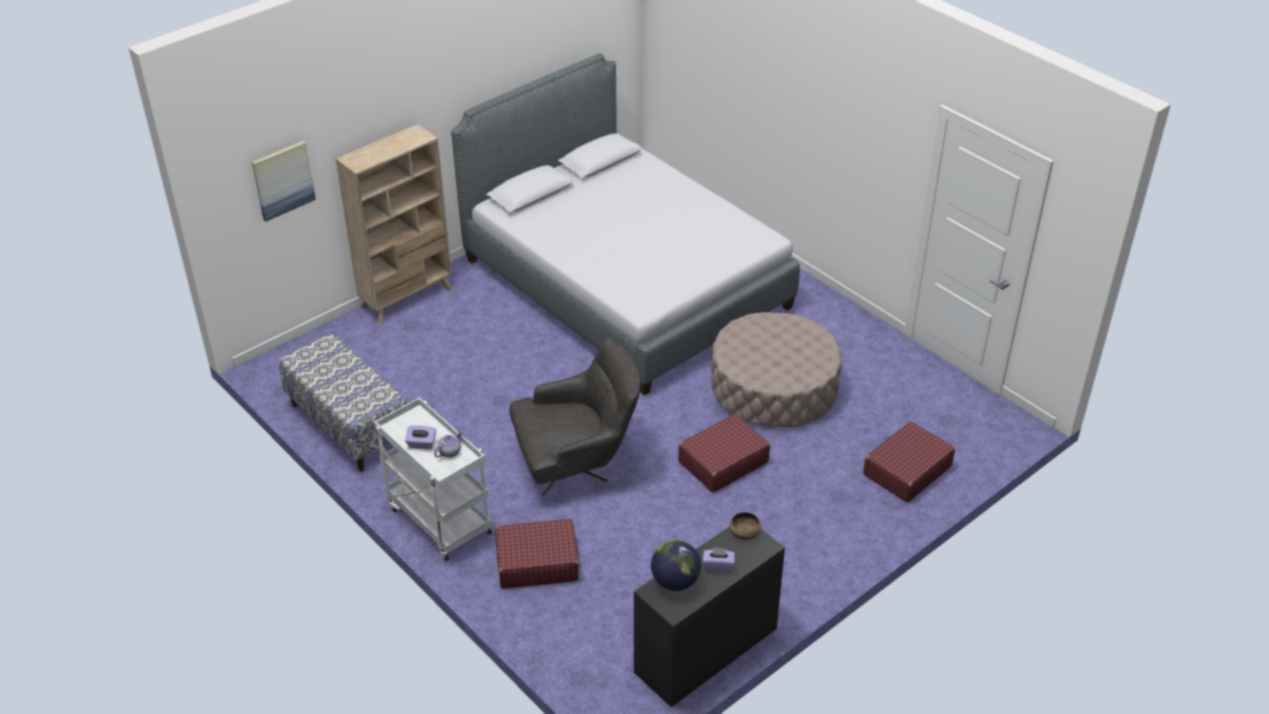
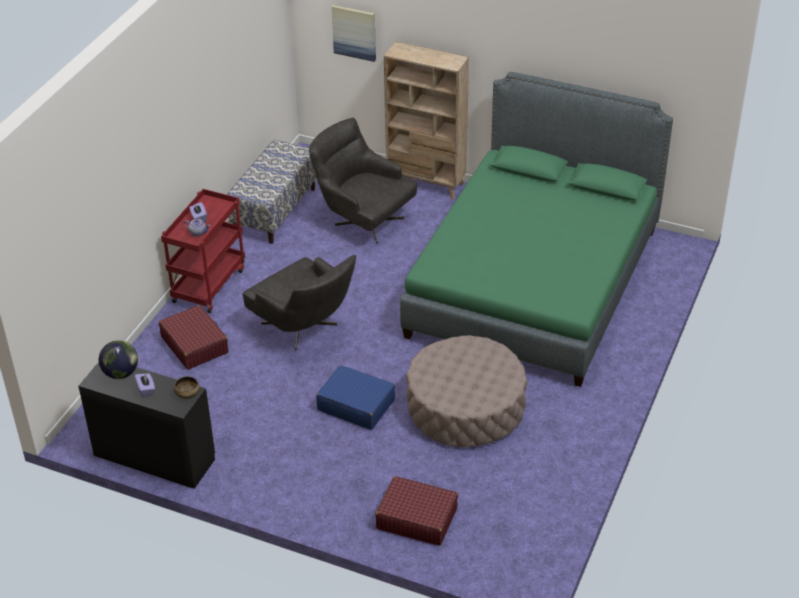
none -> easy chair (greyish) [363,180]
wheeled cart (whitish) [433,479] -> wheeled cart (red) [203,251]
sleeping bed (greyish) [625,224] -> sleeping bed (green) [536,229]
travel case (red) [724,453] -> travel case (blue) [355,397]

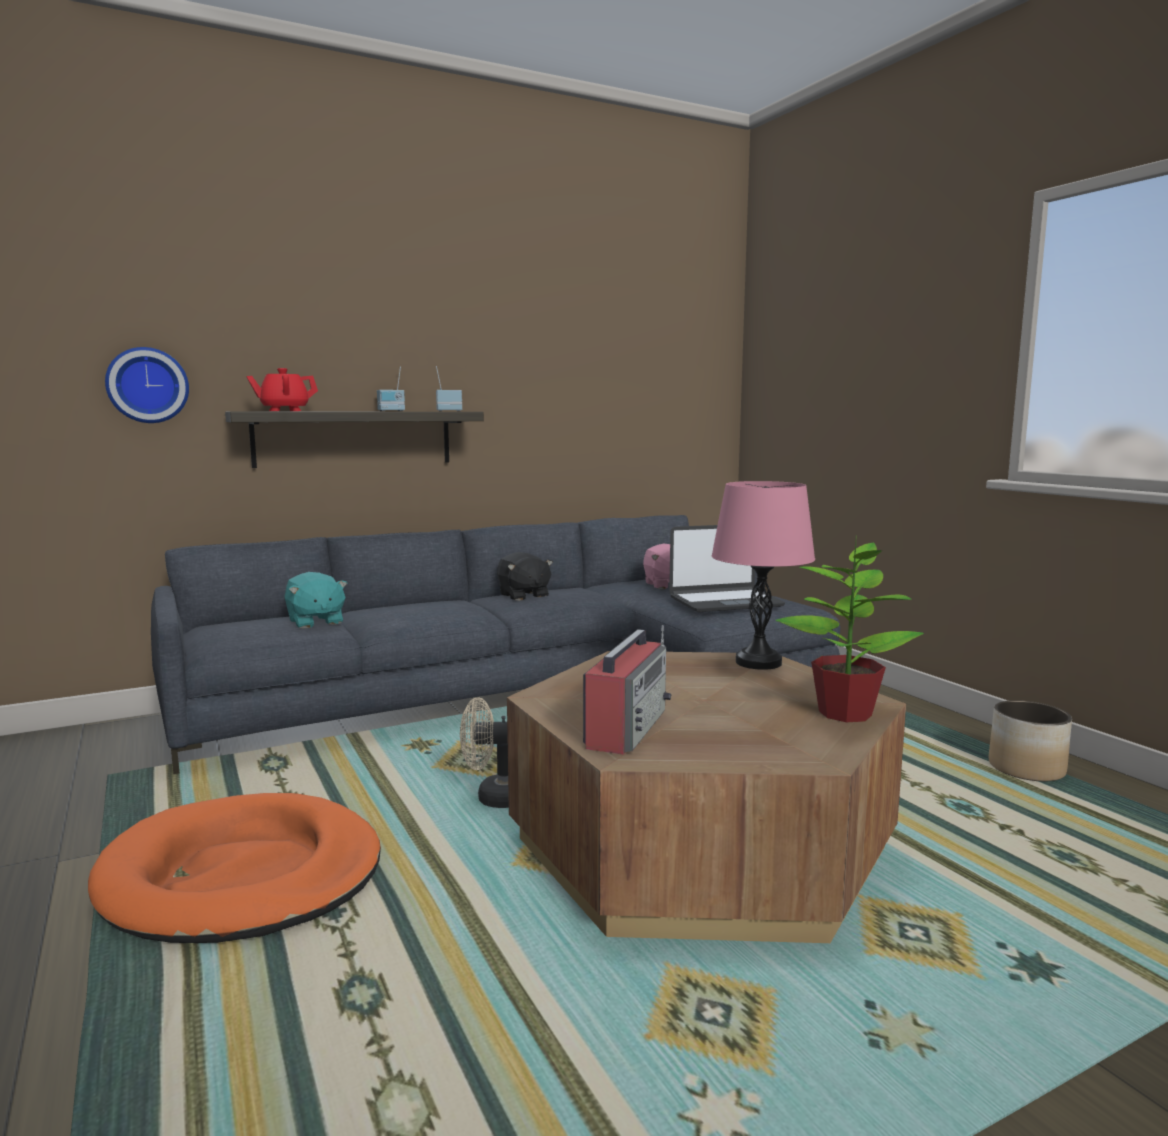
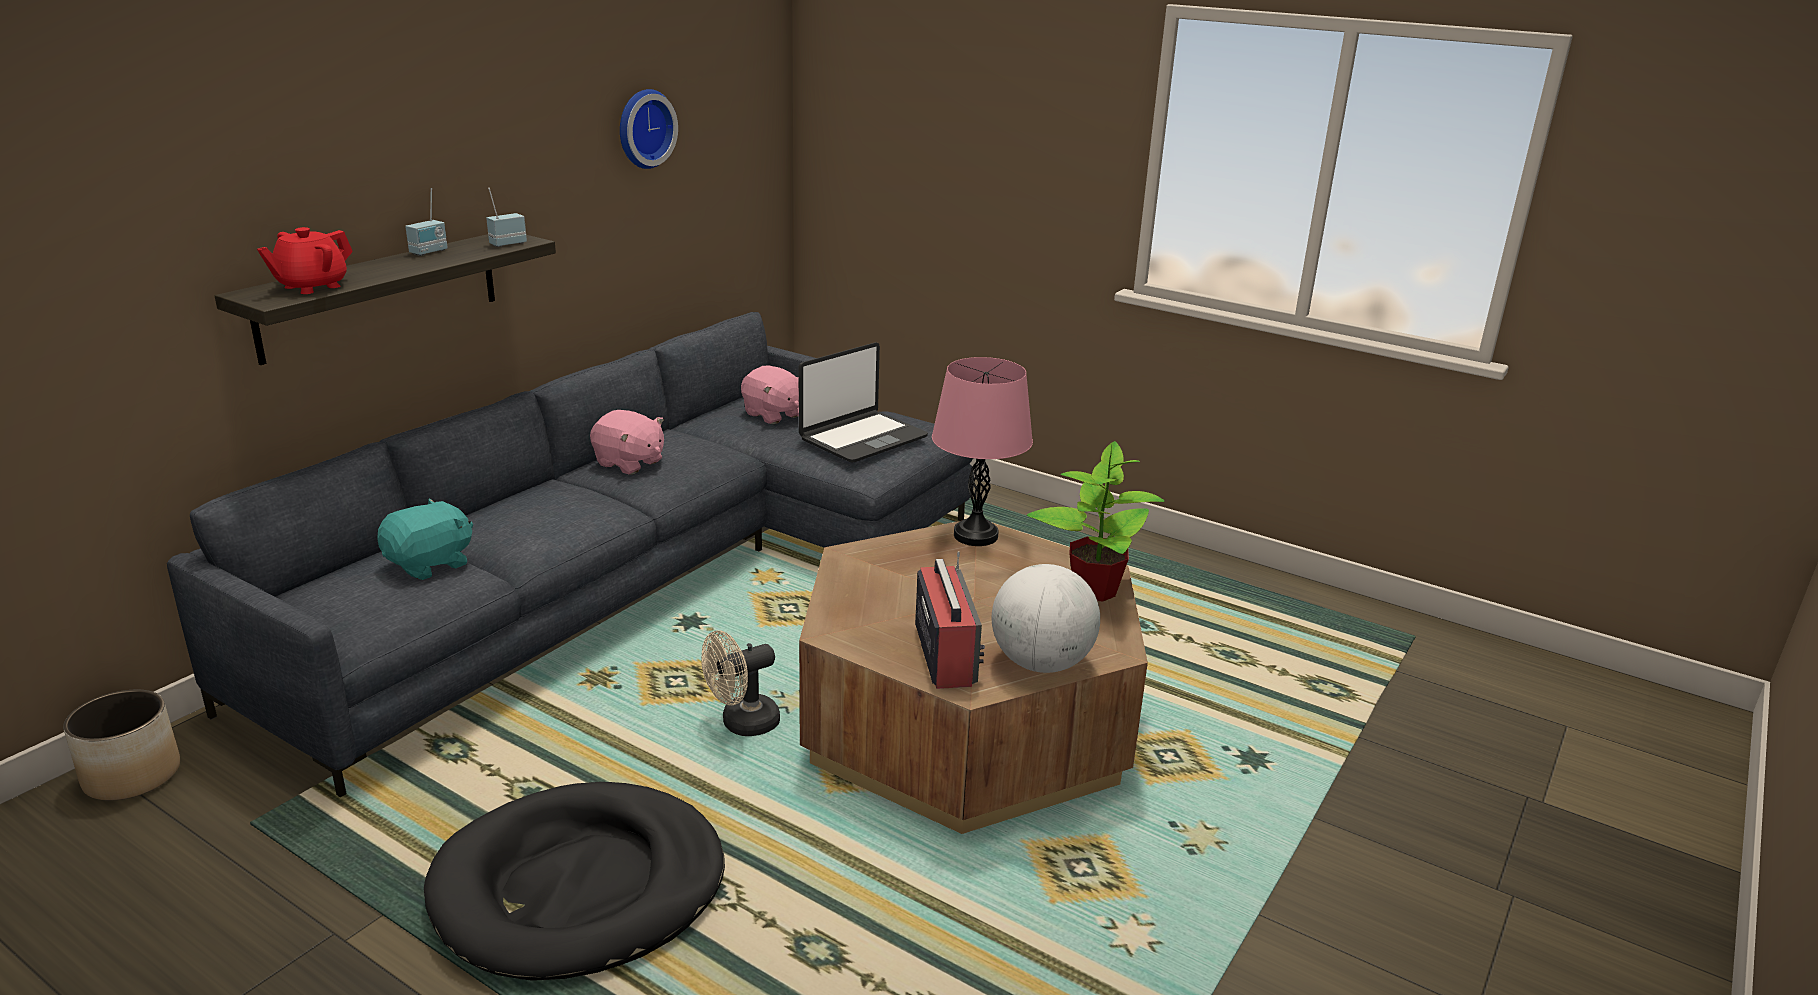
none -> desk globe [1046,618]
wall clock [147,385] -> wall clock [649,129], moved
plant pot [1030,741] -> plant pot [121,745], moved
dog cushion (orange) [234,868] -> dog cushion (black) [574,881]
plush toy (black) [525,576] -> plush toy (pink-coloured) [627,442]
plush toy (blue-green) [316,600] -> plush toy (blue-green) [425,539], 75 degrees counterclockwise

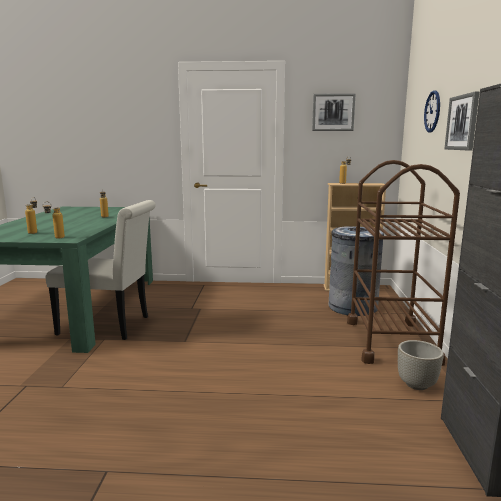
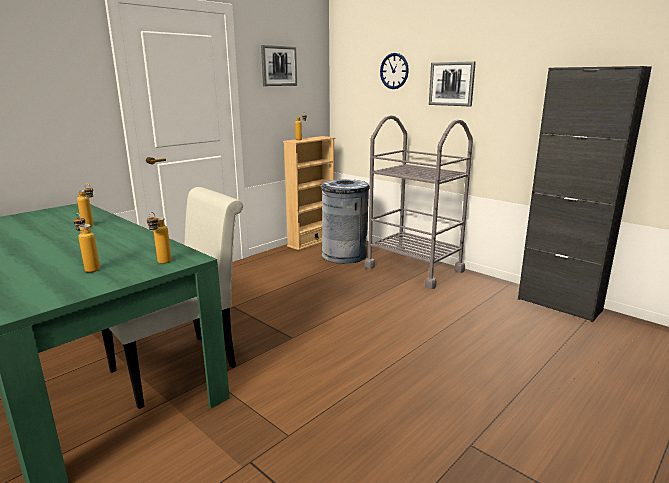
plant pot (greyish) [421,365] -> none
wheeled cart (brownish) [403,263] -> wheeled cart (greyish) [419,202]

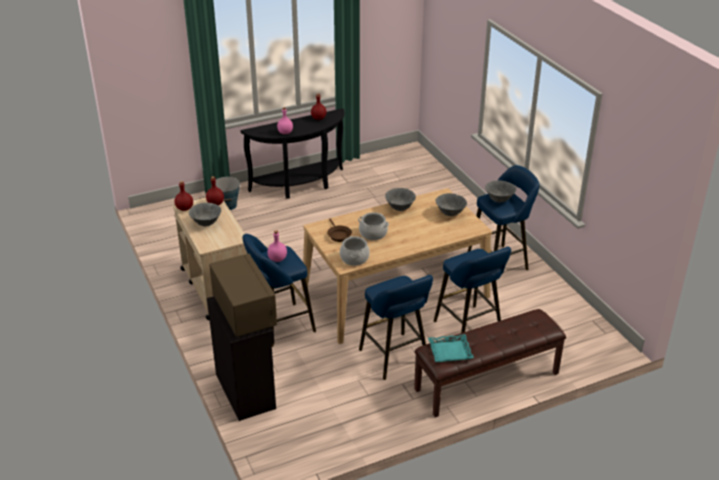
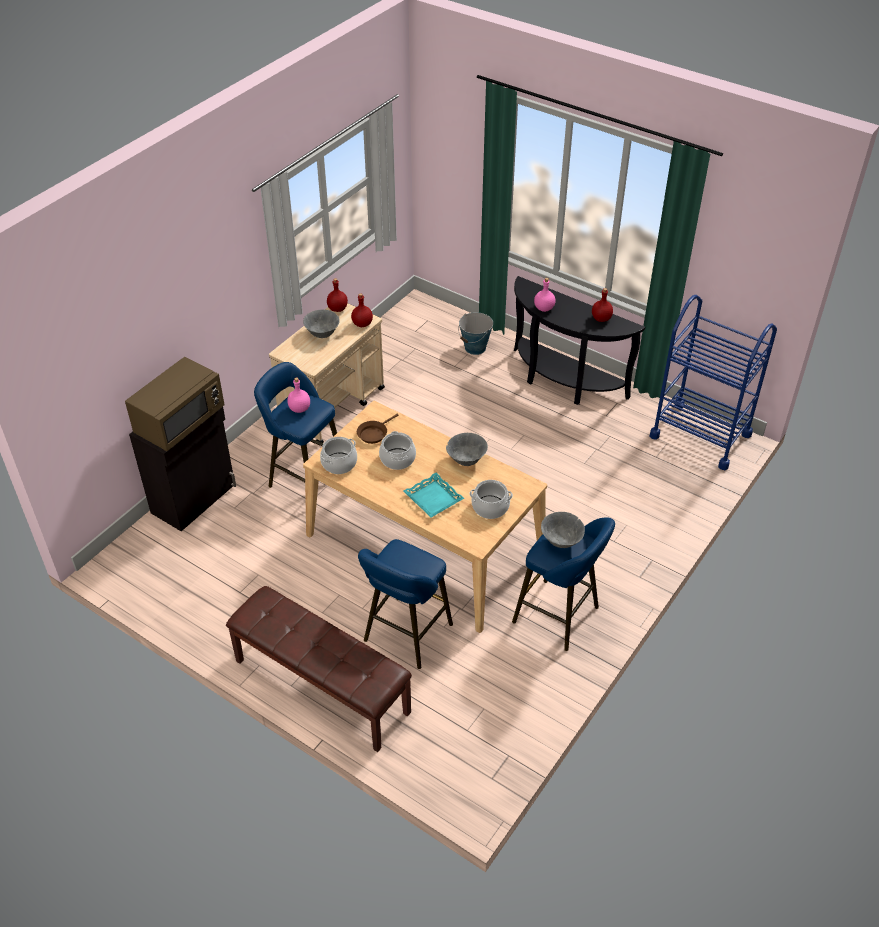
stool seat (blue) [396,327] -> none
none -> wheeled cart (blue) [713,382]
carrying tray (blue-green) [451,348] -> carrying tray (blue-green) [433,495], moved
serving bowl (greyish) [451,204] -> cooking pot [491,499]

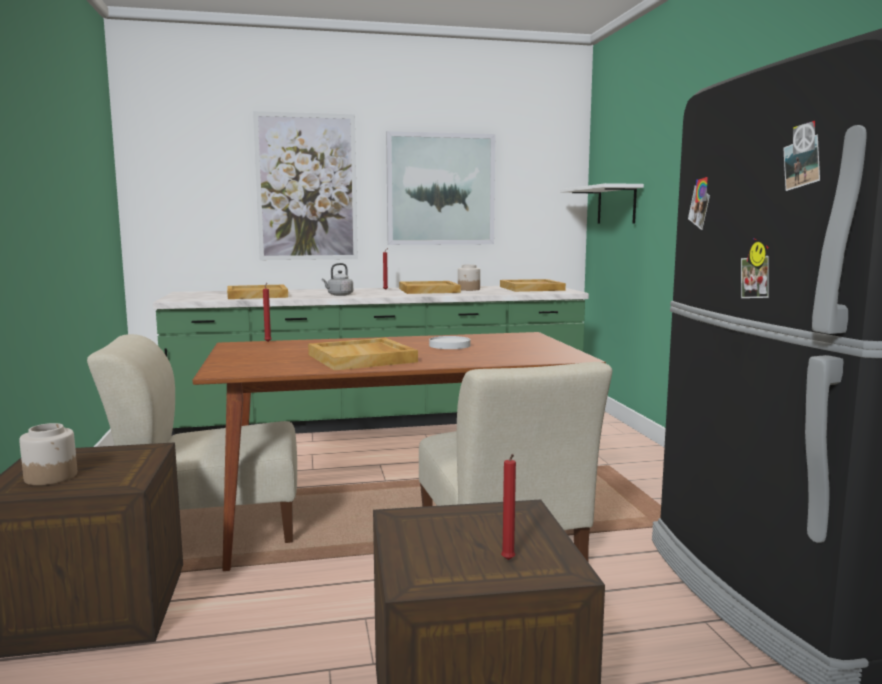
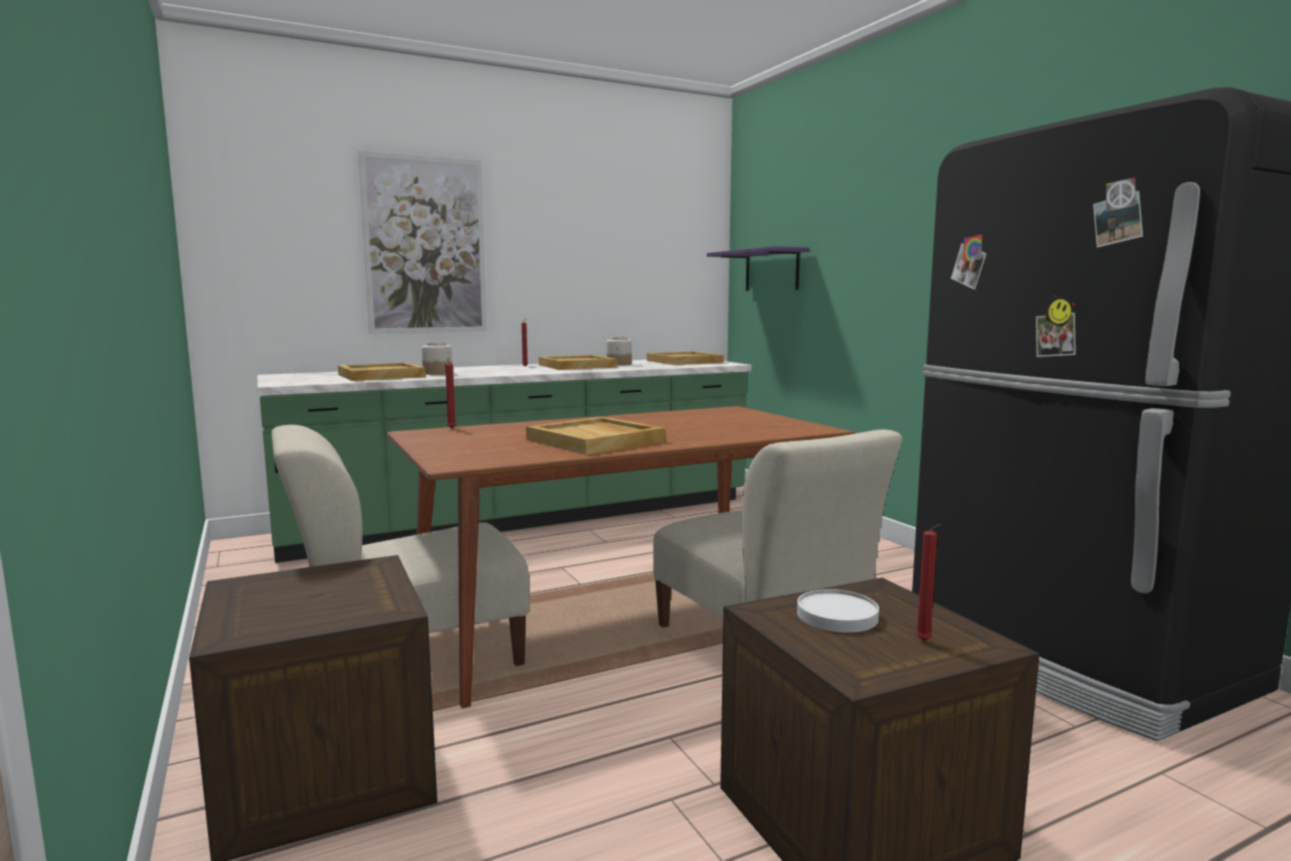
kettle (greyish) [337,279] -> none
picture [440,188] -> none
jar [48,454] -> jar [437,358], moved
flat dish (whitish) [450,342] -> flat dish (whitish) [838,611], moved
shelf (whitish) [602,203] -> shelf (purple) [758,268]

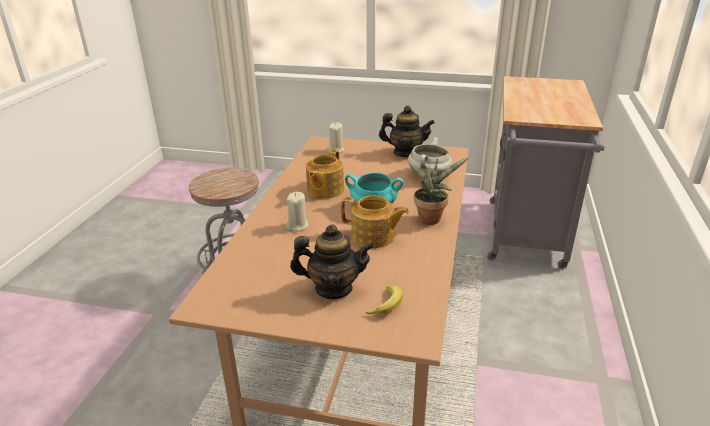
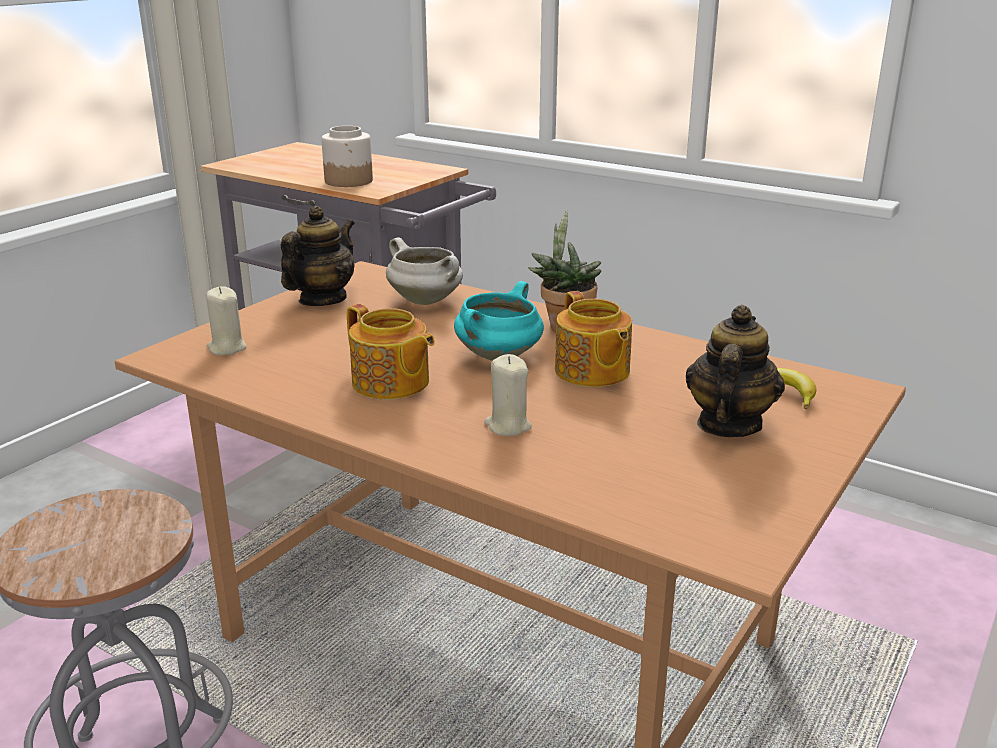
none -> jar [347,156]
tea pot [375,221] -> tea pot [593,339], 120 degrees clockwise

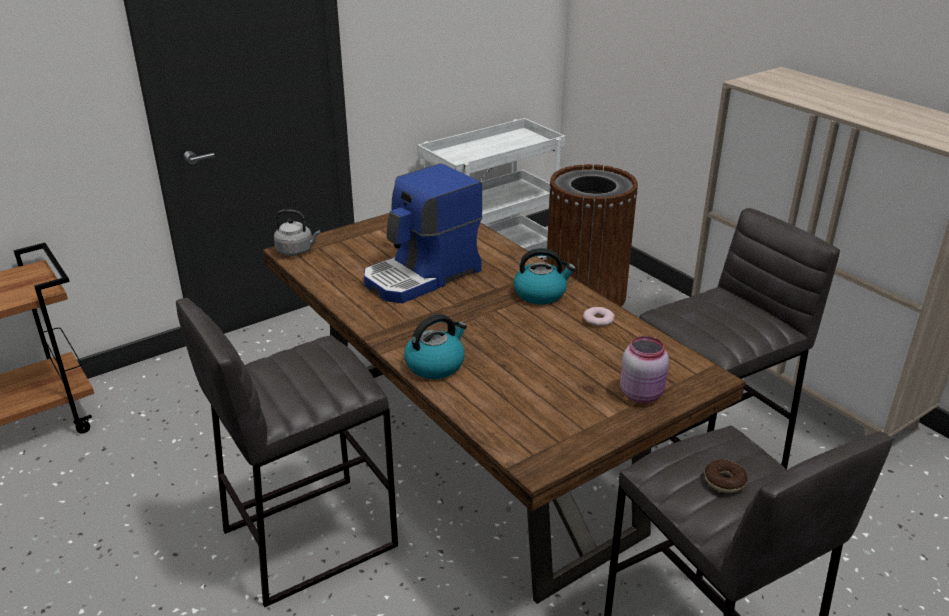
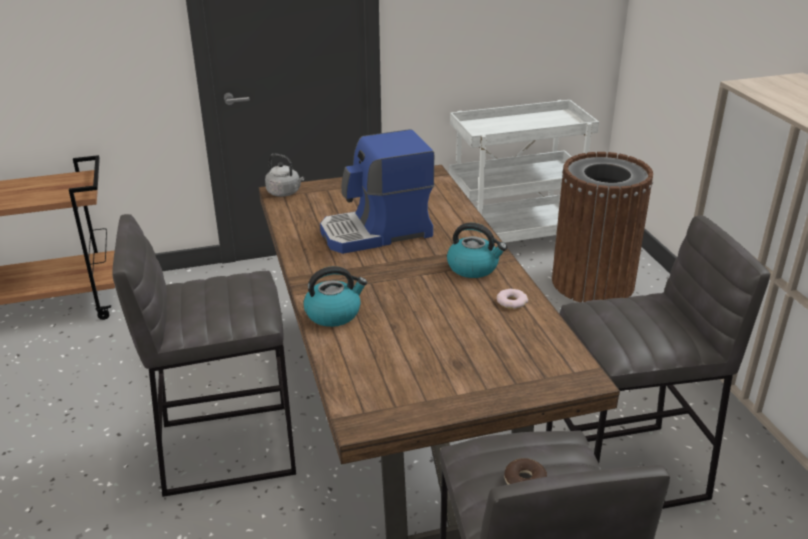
jar (pink-coloured) [644,369] -> none

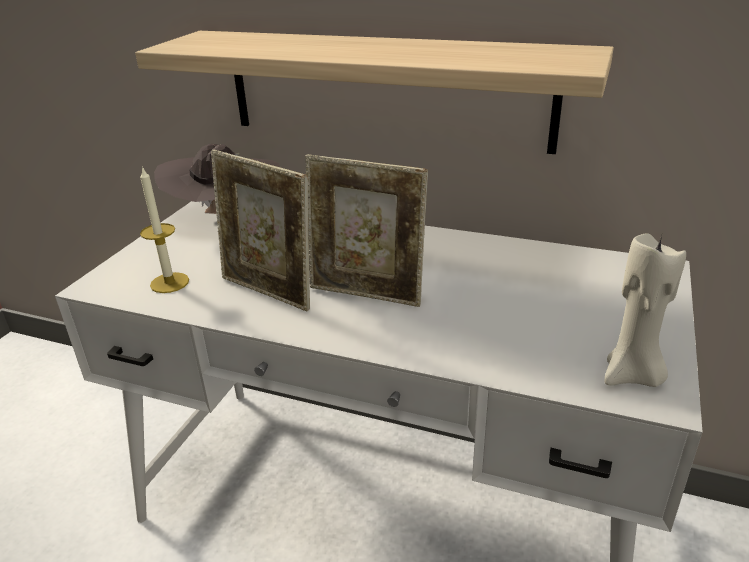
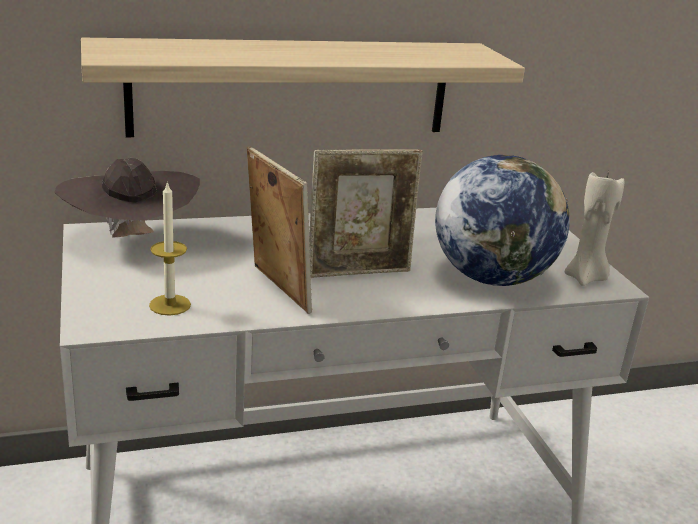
none -> desk globe [502,220]
picture frame [260,230] -> picture frame [279,230], 120 degrees counterclockwise

